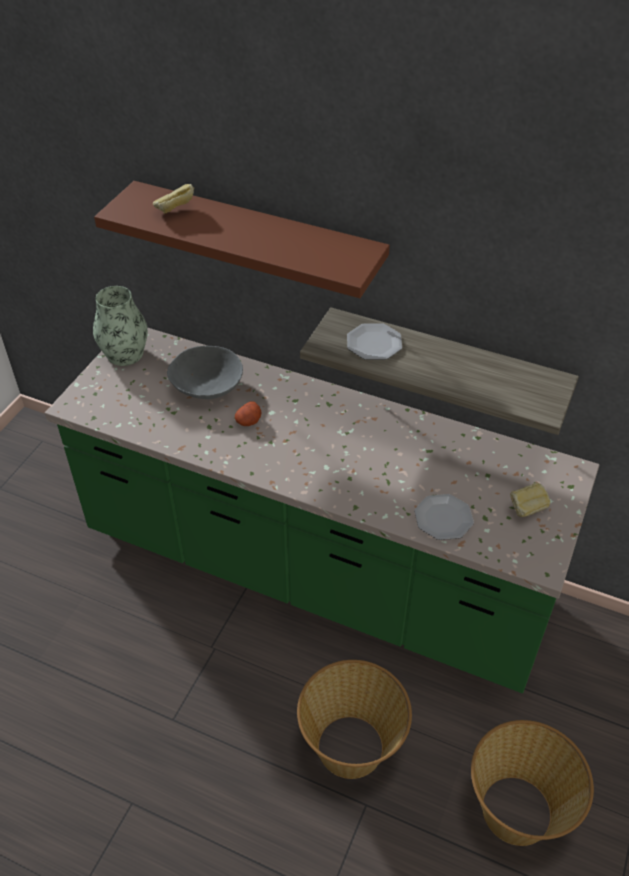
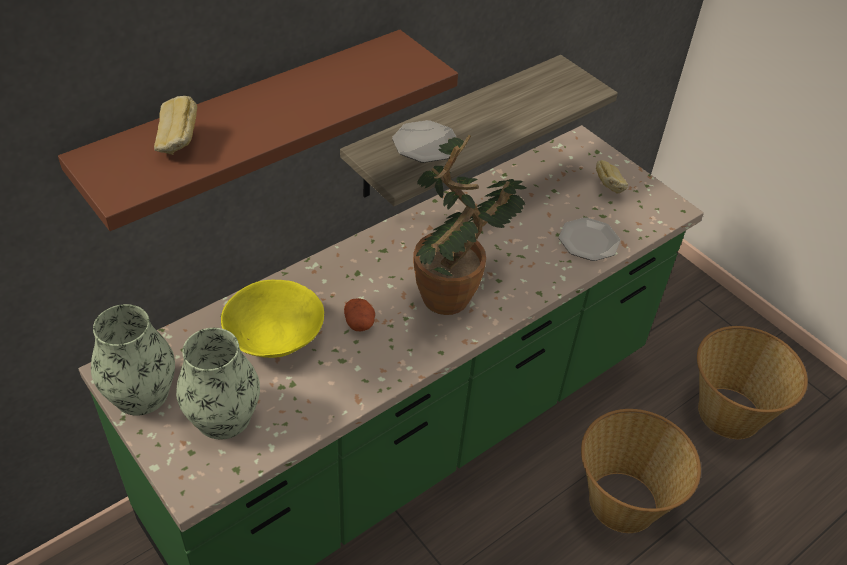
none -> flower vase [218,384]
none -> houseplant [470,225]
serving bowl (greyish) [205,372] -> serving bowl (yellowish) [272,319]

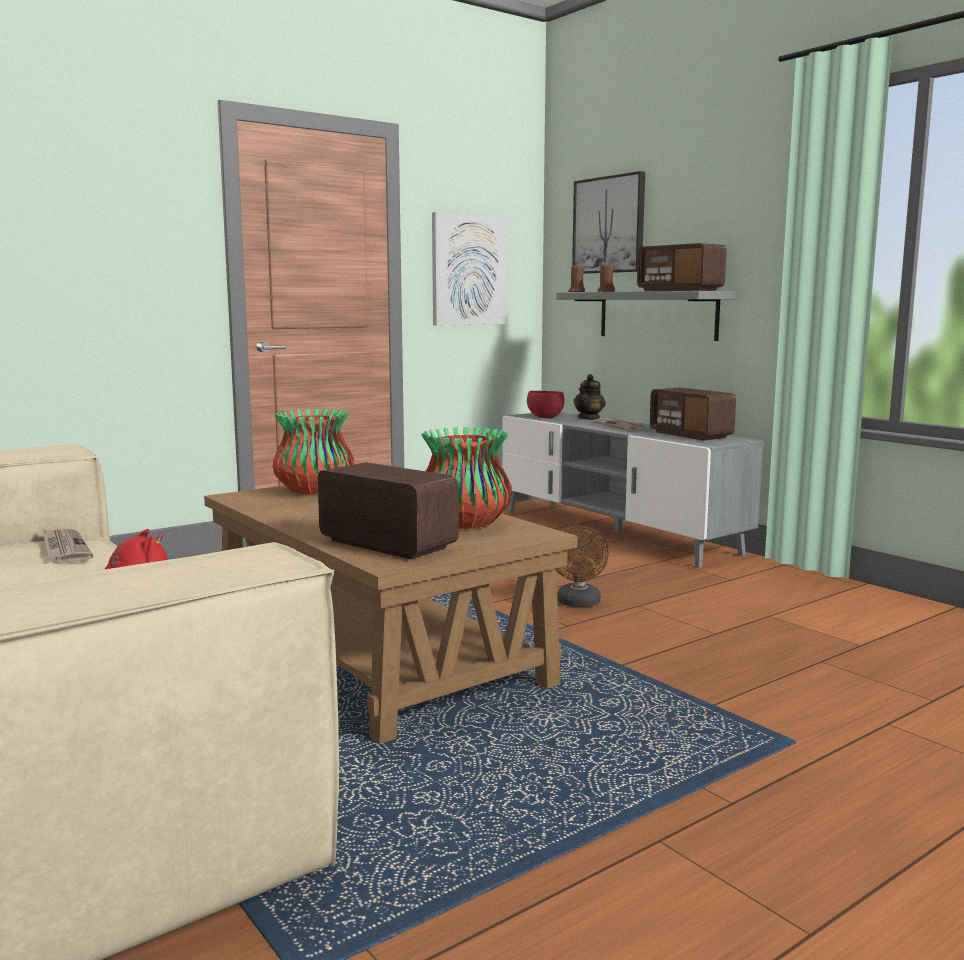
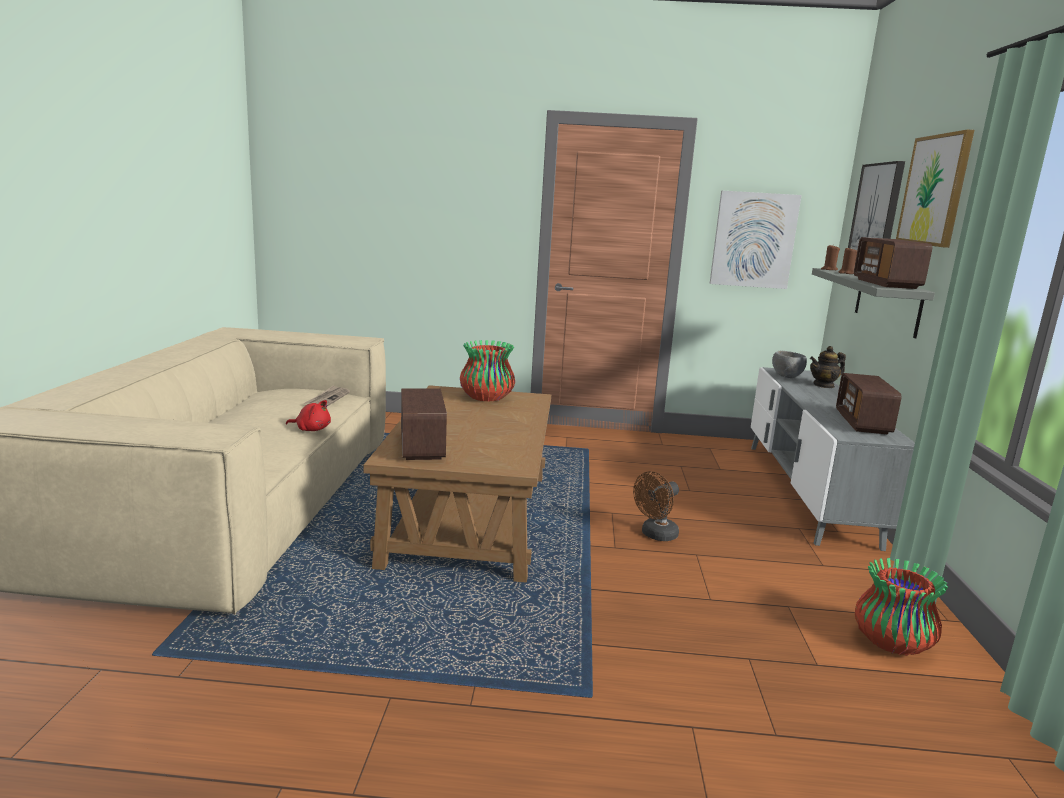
newspaper [619,424] -> none
none -> picture [935,189]
flower vase [467,478] -> flower vase [901,607], moved
serving bowl (red) [546,404] -> serving bowl (greyish) [789,364]

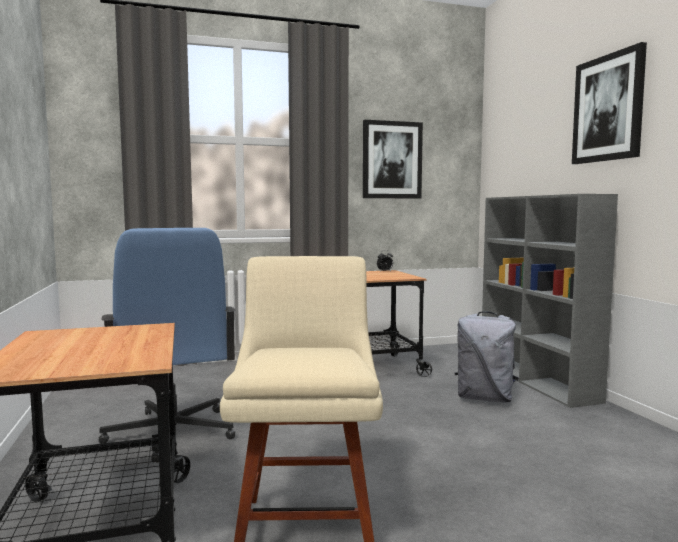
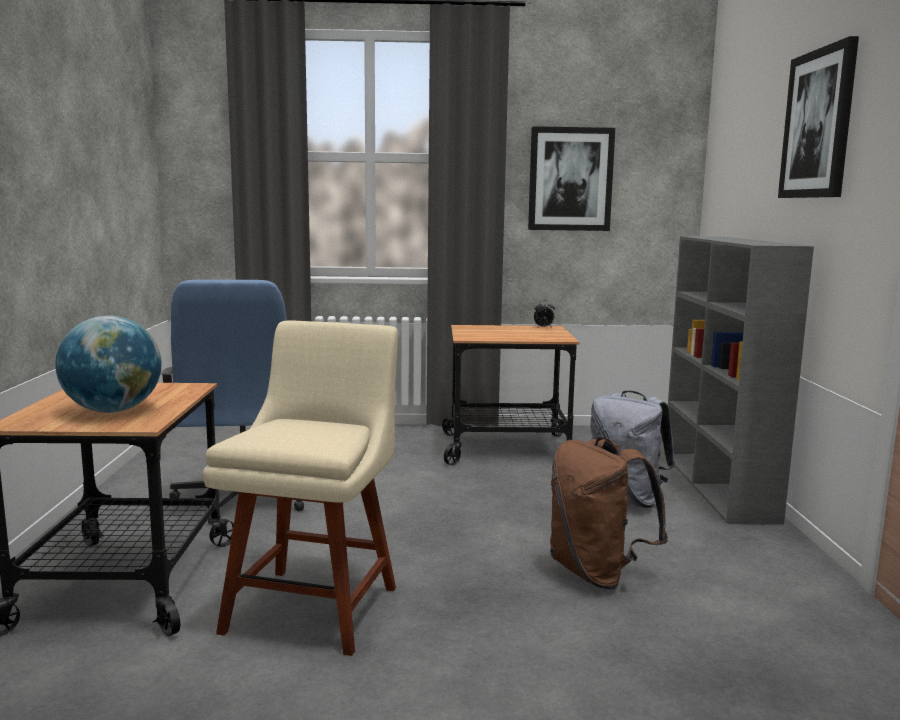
none -> desk globe [108,364]
none -> knapsack (brownish) [609,513]

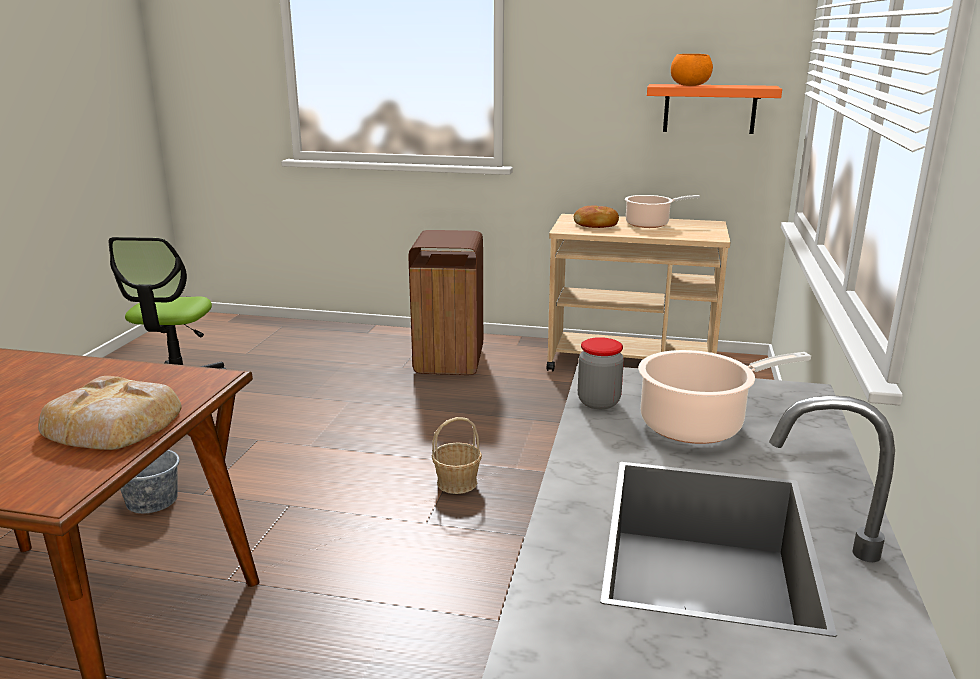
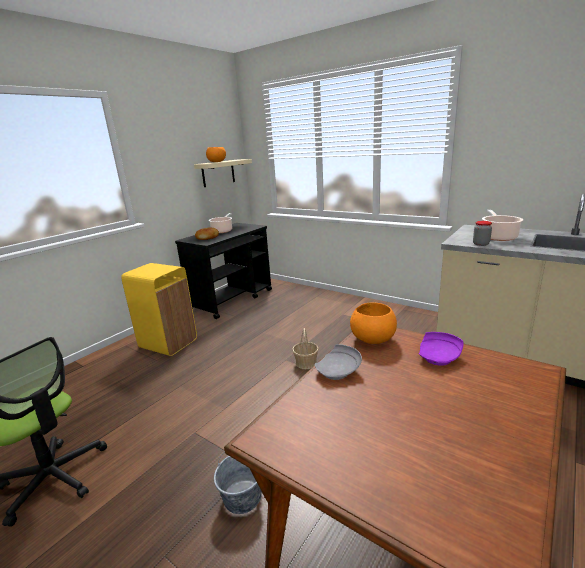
none -> flat dish (greyish) [338,362]
none -> serving bowl (orange) [373,323]
bread [110,413] -> flat dish (purple) [441,349]
waste bin (brownish) [446,302] -> waste bin (yellowish) [159,309]
wheeled cart (beige-coloured) [639,292] -> wheeled cart (black) [223,271]
shelf (orange) [714,109] -> shelf (beige-coloured) [223,173]

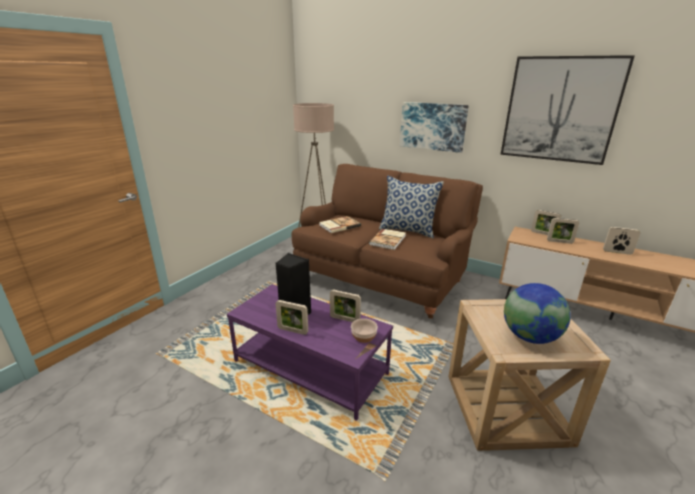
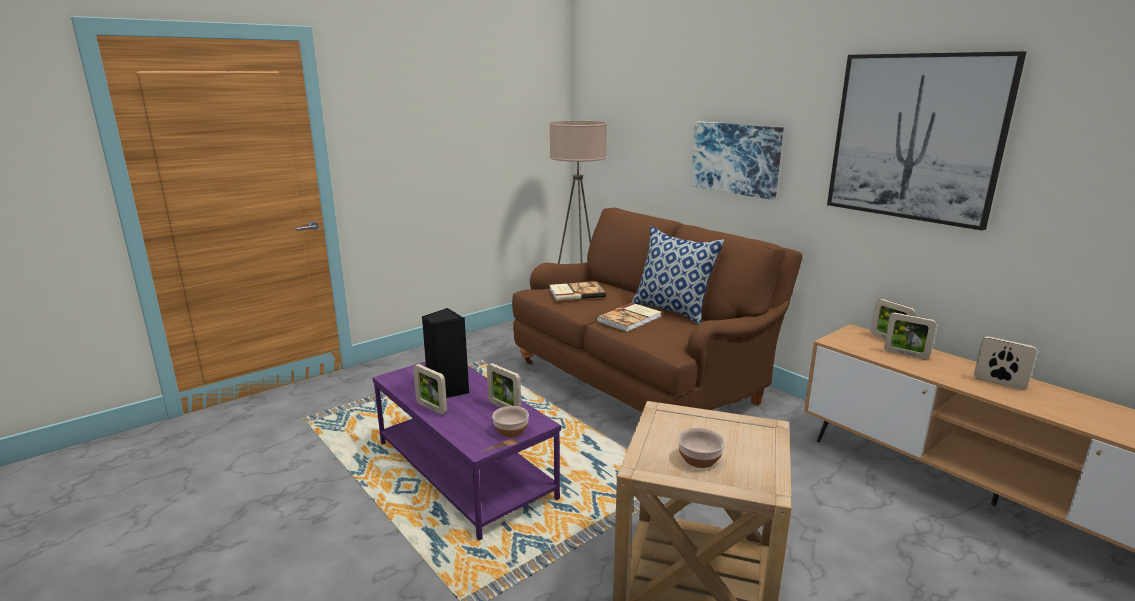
desk globe [537,313] -> serving bowl [701,448]

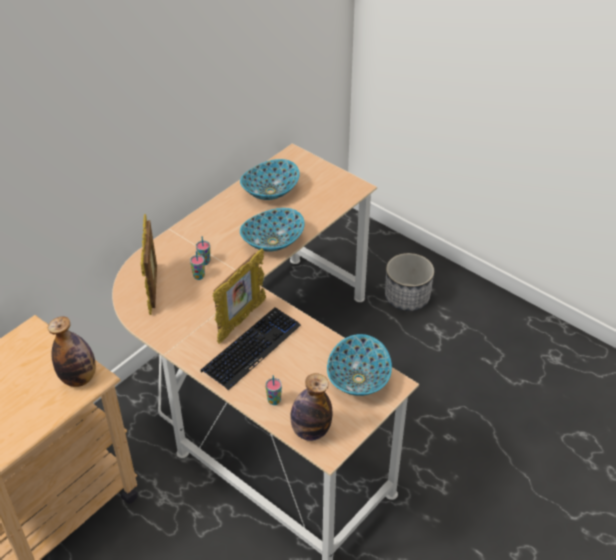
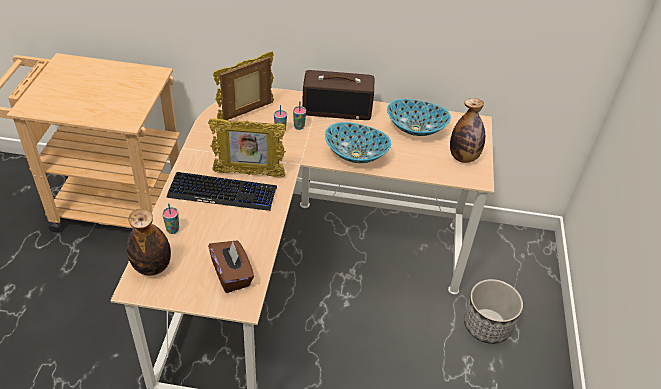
none -> radio receiver [338,95]
bottle [72,352] -> bottle [467,130], moved
serving bowl [359,365] -> tissue box (brownish) [231,267]

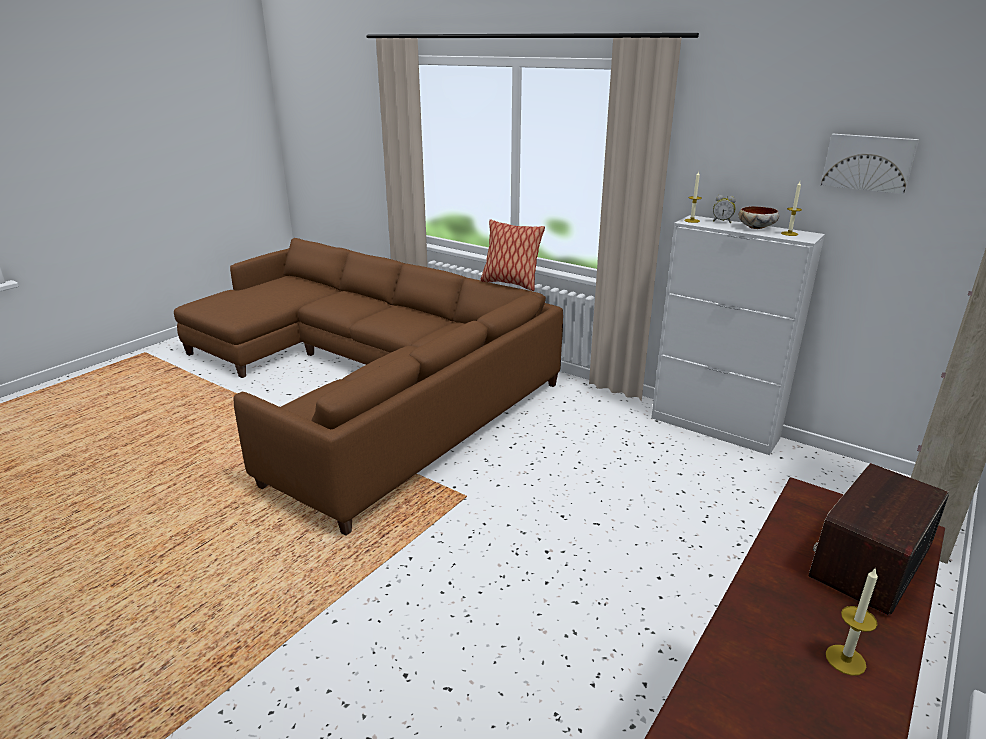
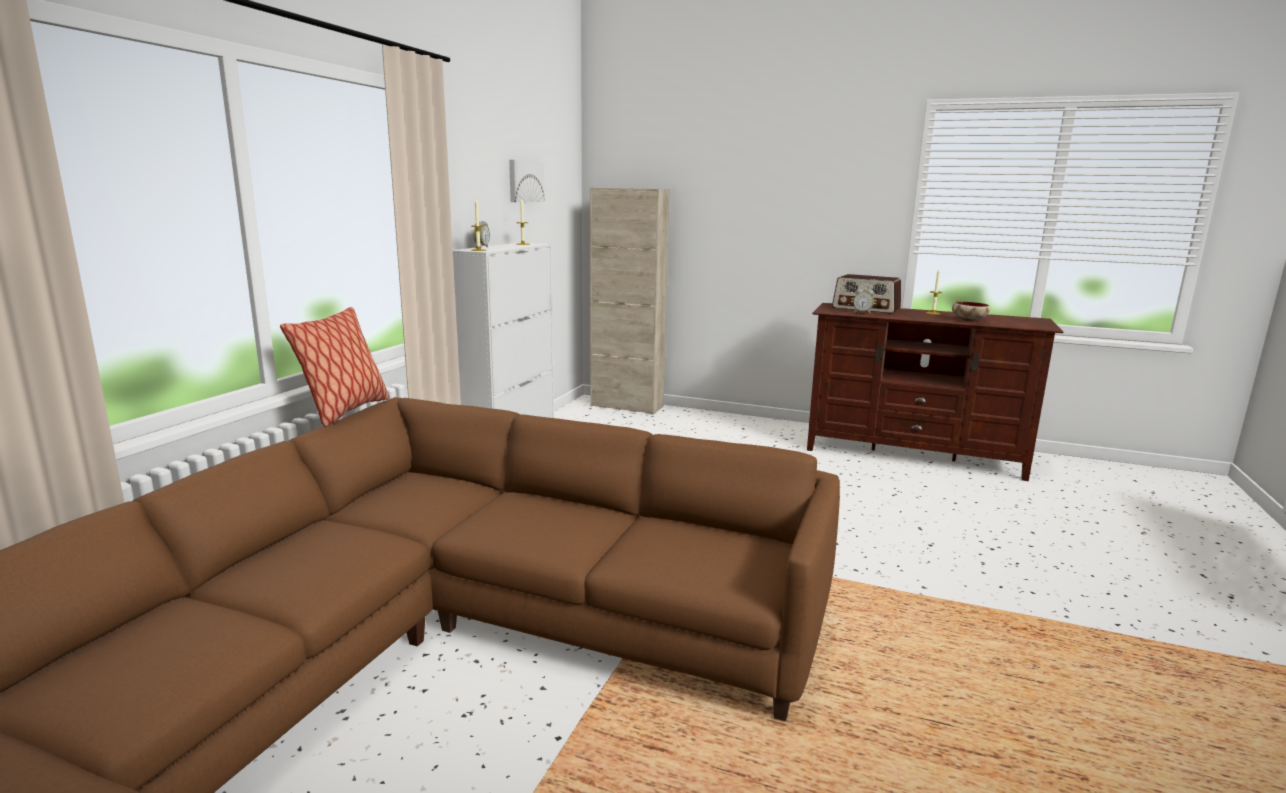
none -> table clock [863,301]
serving bowl [759,217] -> serving bowl [971,311], moved

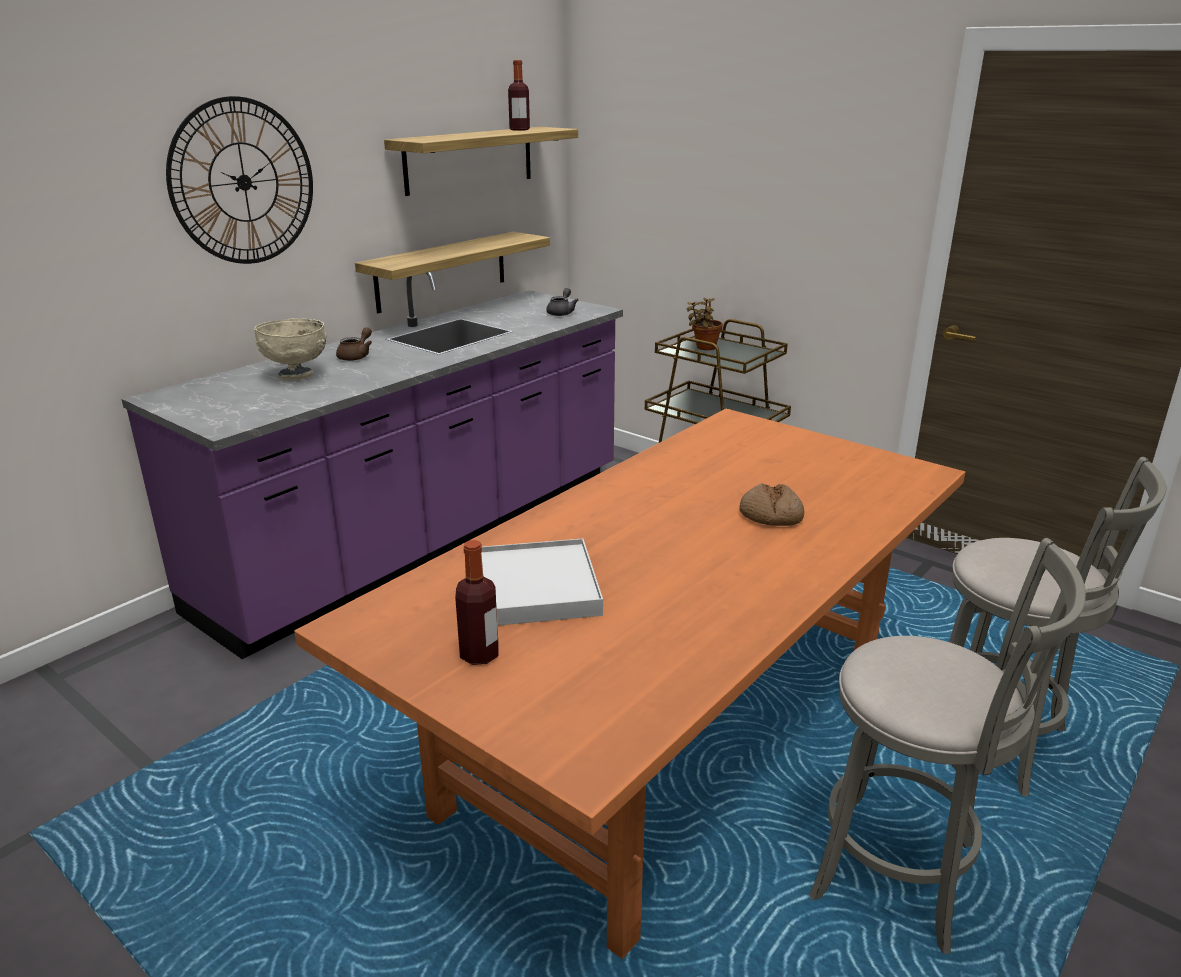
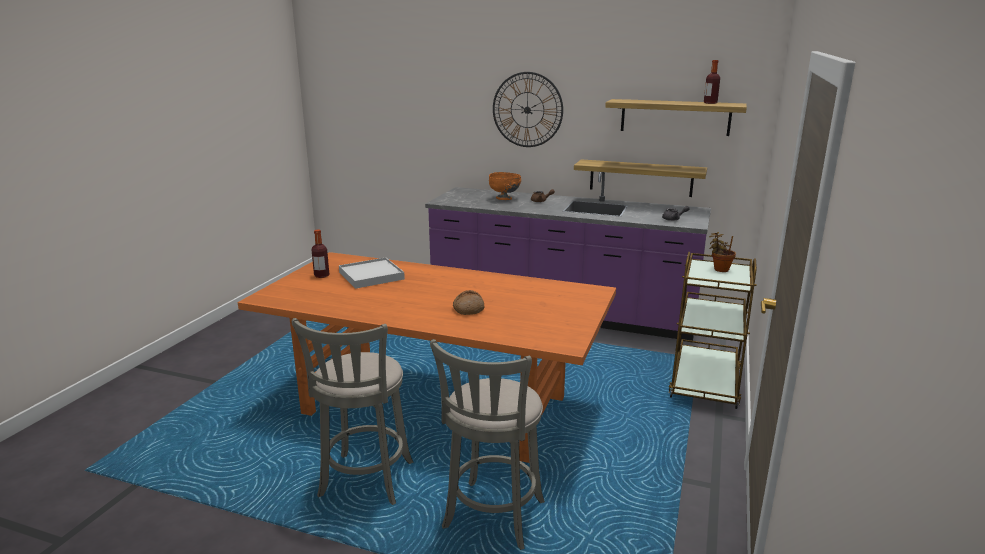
serving bowl (beige-coloured) [290,349] -> serving bowl (orange) [505,186]

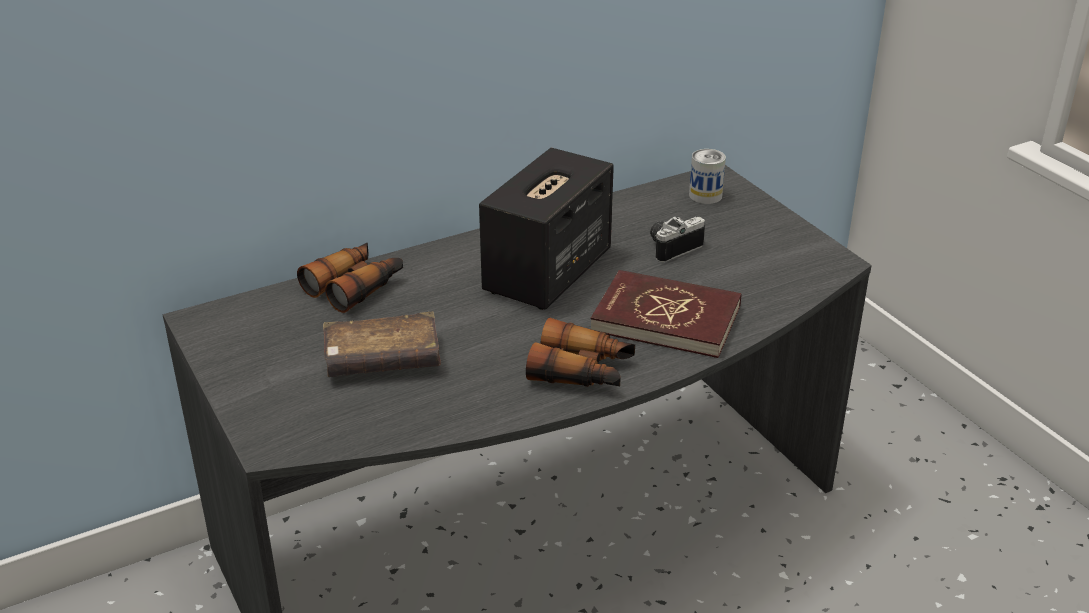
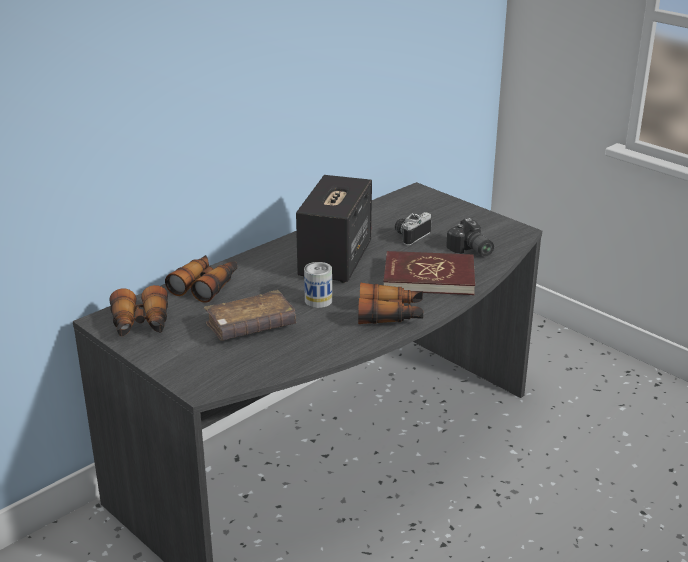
none -> binoculars [138,311]
none -> still camera [470,237]
sealed can [707,176] -> sealed can [318,285], moved

